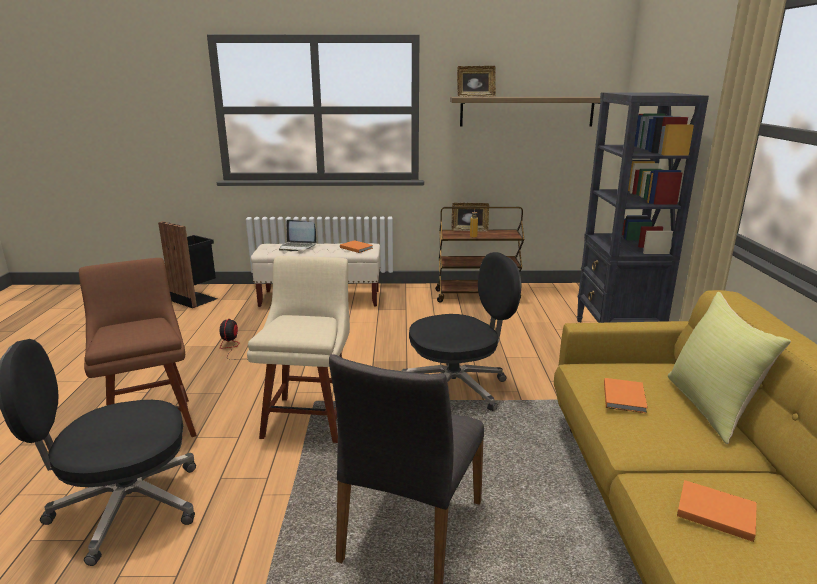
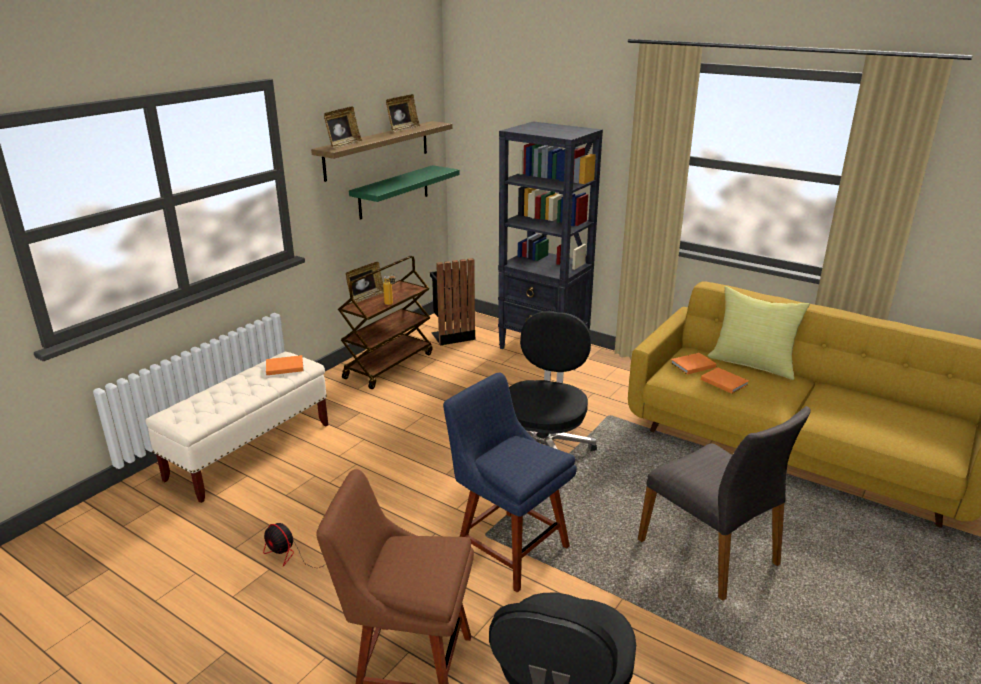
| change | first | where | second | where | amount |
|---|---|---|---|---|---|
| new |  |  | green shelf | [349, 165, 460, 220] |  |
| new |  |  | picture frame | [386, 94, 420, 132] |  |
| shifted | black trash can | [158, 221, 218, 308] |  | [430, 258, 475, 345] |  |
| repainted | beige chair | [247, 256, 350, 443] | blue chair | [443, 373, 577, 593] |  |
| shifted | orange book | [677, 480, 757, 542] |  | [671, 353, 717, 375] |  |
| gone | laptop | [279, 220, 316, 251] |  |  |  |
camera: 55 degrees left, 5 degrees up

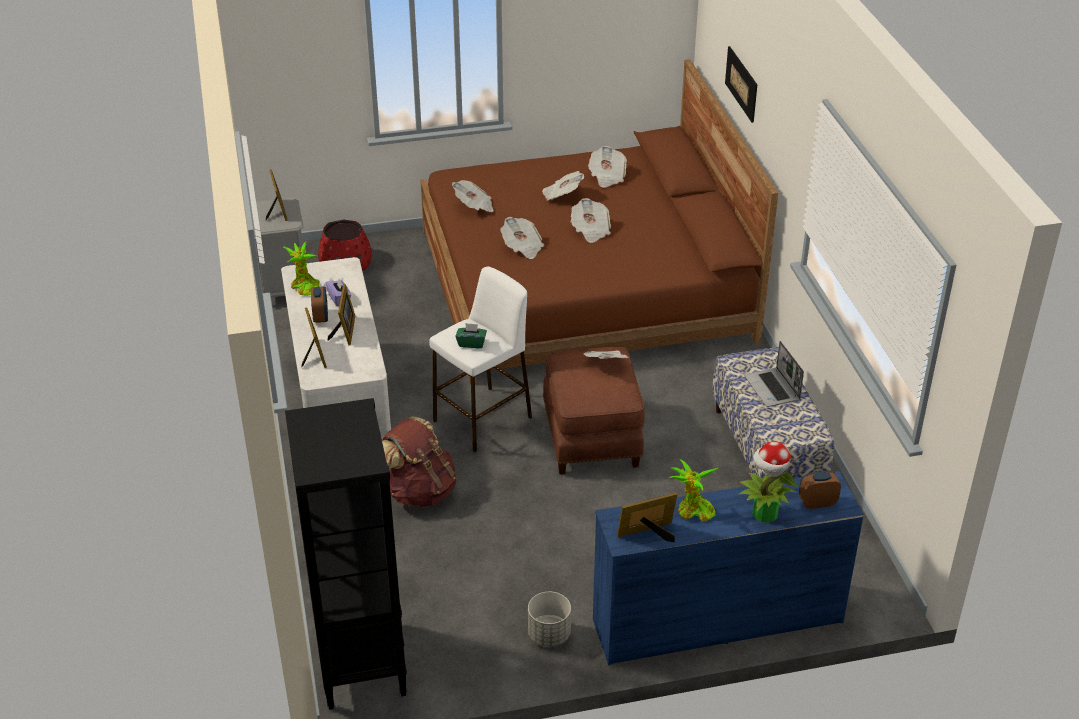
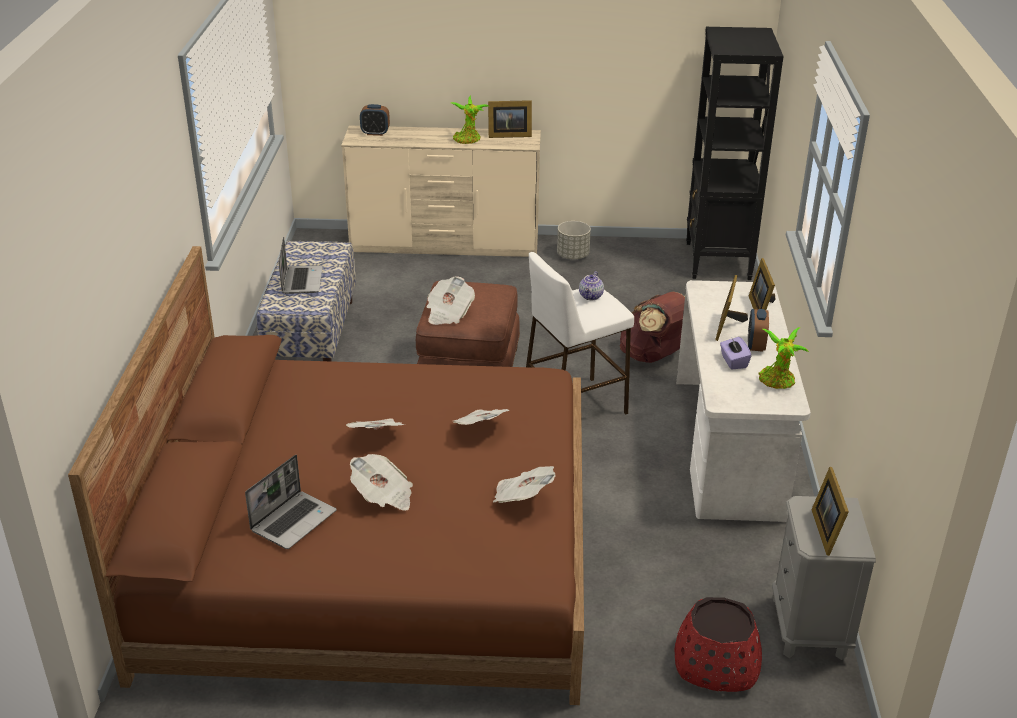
| change | first | where | second | where | amount |
|---|---|---|---|---|---|
| swapped | newspaper | [588, 146, 627, 188] | laptop | [245, 455, 337, 549] |  |
| repainted | blue dresser | [593, 471, 864, 665] | beige dresser | [341, 125, 541, 257] |  |
| swapped | green tissue box | [455, 323, 487, 348] | teapot | [579, 271, 604, 300] |  |
| gone | picture | [725, 46, 757, 123] |  |  |  |
| gone | potted plant | [739, 441, 797, 523] |  |  |  |
camera: 165 degrees left, 5 degrees down

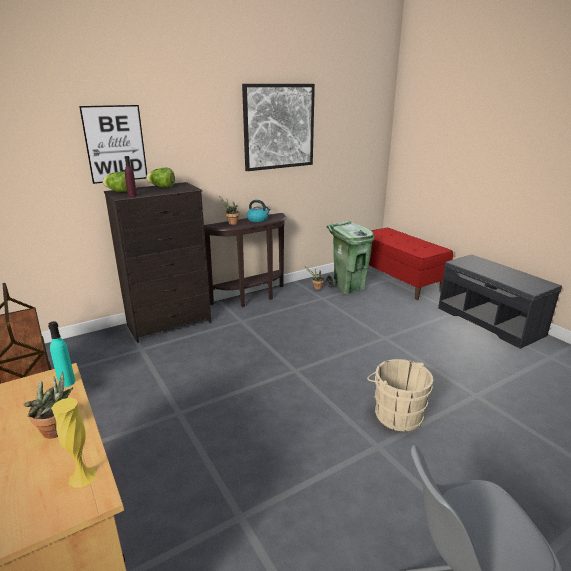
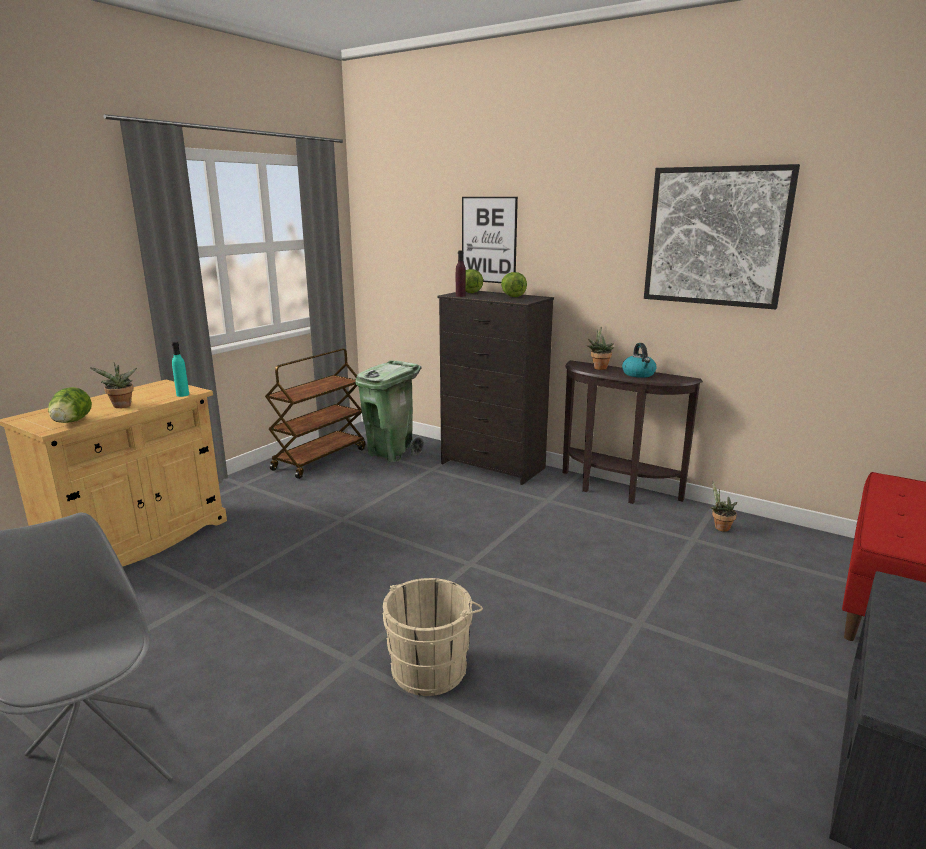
| change | first | where | second | where | amount |
|---|---|---|---|---|---|
| swapped | yellow vase | [51, 398, 96, 488] | lettuce | [48, 387, 92, 423] |  |
| shifted | green trash can | [326, 221, 375, 294] |  | [356, 360, 424, 462] |  |
camera: 65 degrees right, 5 degrees down

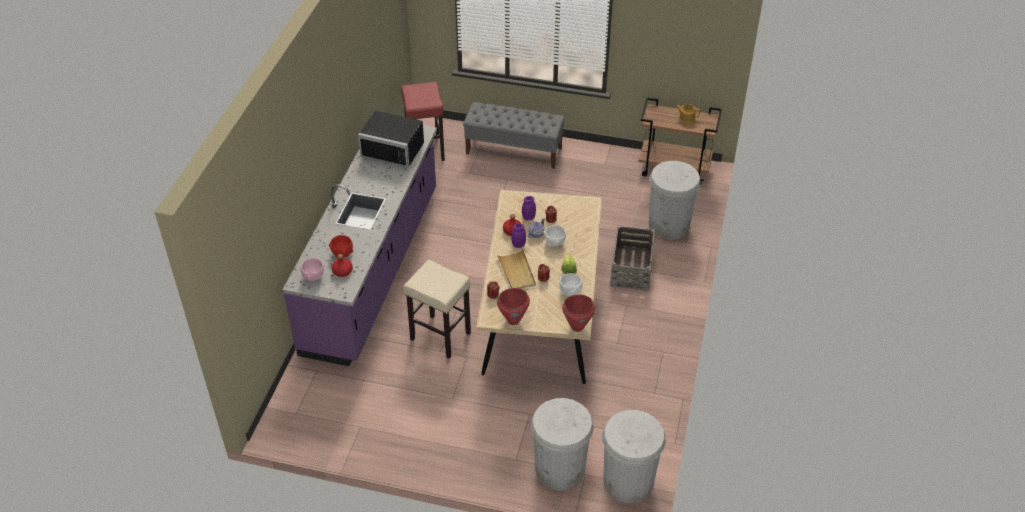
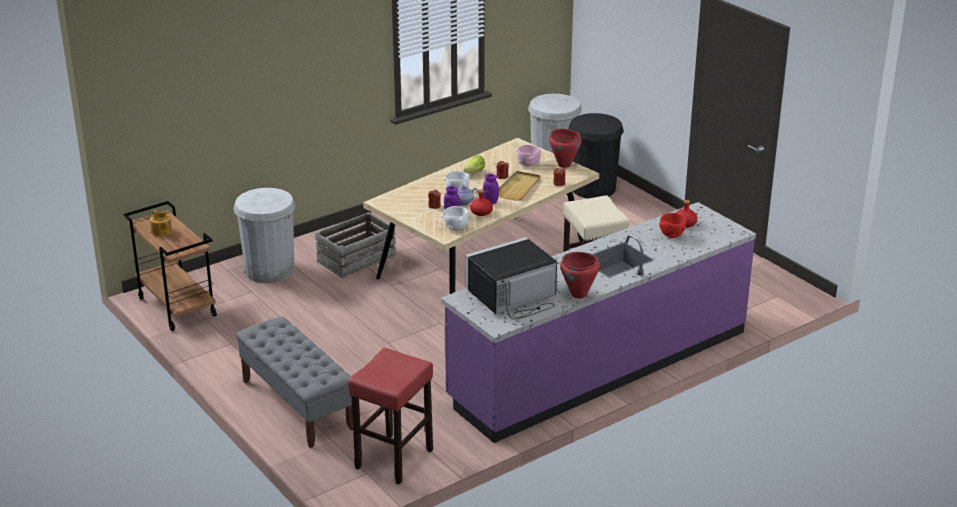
| change | first | where | second | where | amount |
|---|---|---|---|---|---|
| shifted | white bowl | [559, 273, 583, 296] |  | [442, 206, 469, 230] |  |
| rotated | black microwave | [358, 110, 424, 168] |  | [466, 237, 557, 319] | 90 degrees counterclockwise |
| shifted | pink bowl | [301, 258, 325, 281] |  | [517, 145, 541, 166] |  |
| shifted | red cooking pot | [562, 294, 595, 332] |  | [560, 252, 600, 299] |  |
| repainted | white trash can | [531, 398, 594, 491] | black trash can | [569, 113, 624, 198] |  |
camera: 140 degrees left, 15 degrees down

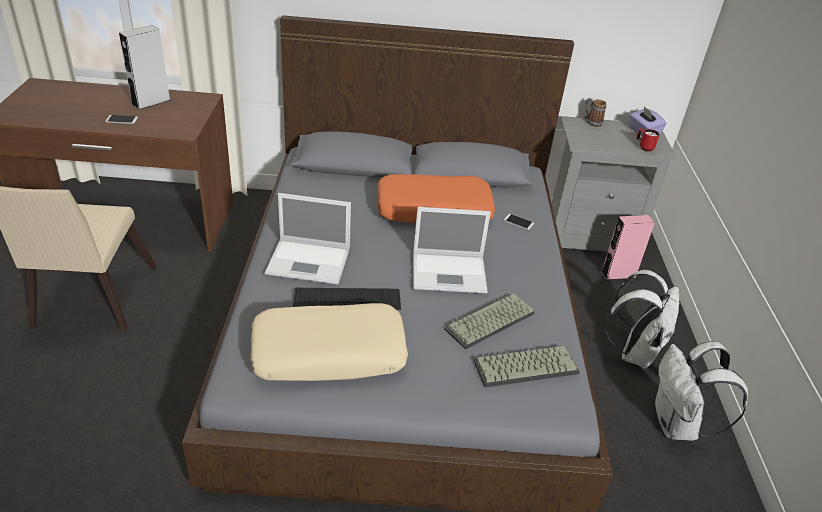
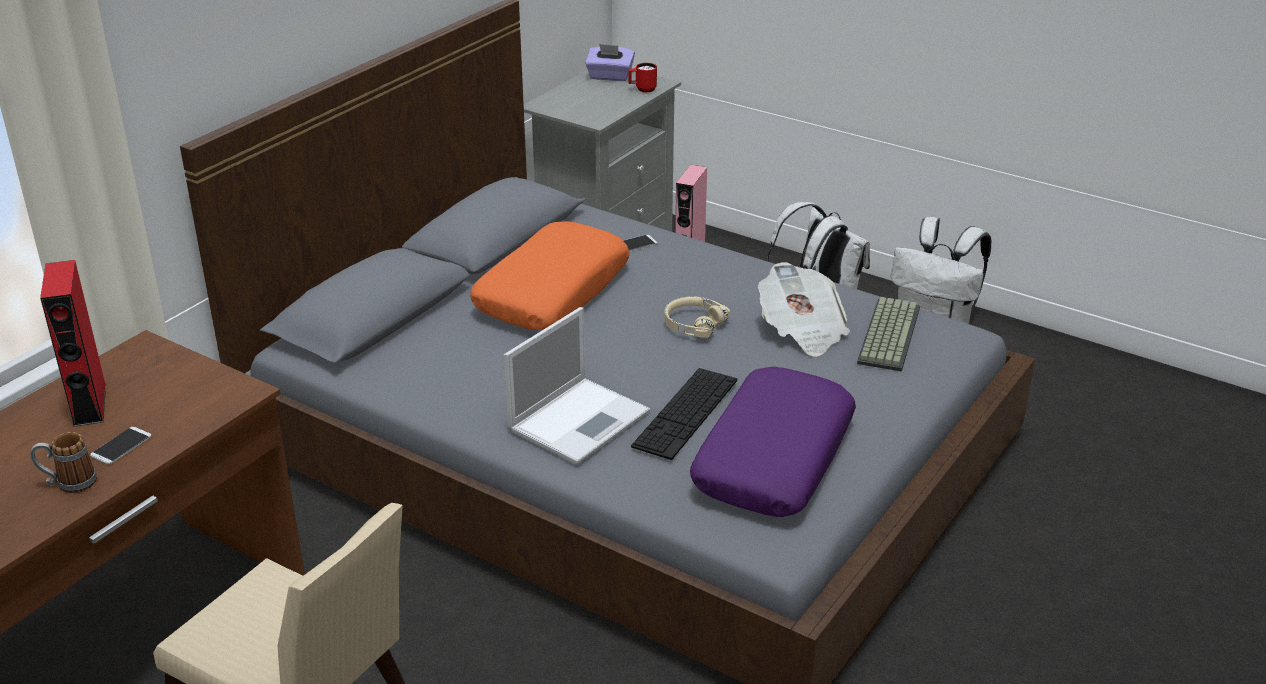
| change | first | where | second | where | amount |
|---|---|---|---|---|---|
| shifted | mug | [584, 98, 606, 127] |  | [30, 432, 97, 493] |  |
| repainted | grey speaker | [119, 25, 170, 110] | red speaker | [40, 260, 106, 427] |  |
| swapped | laptop | [413, 207, 491, 293] | beige headphones | [665, 296, 730, 338] |  |
| repainted | beige pillow | [250, 303, 408, 381] | purple pillow | [690, 367, 856, 517] |  |
| swapped | keyboard | [444, 294, 535, 349] | newspaper | [758, 262, 850, 357] |  |
camera: 55 degrees left, 5 degrees down

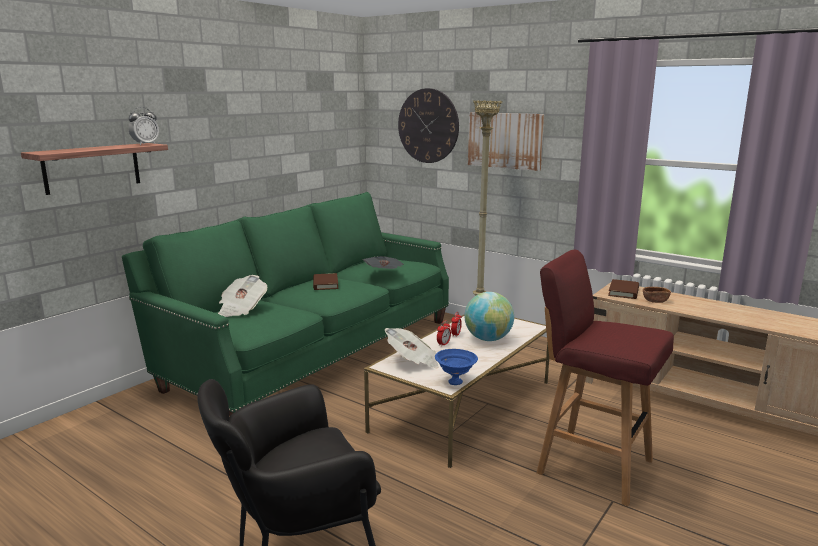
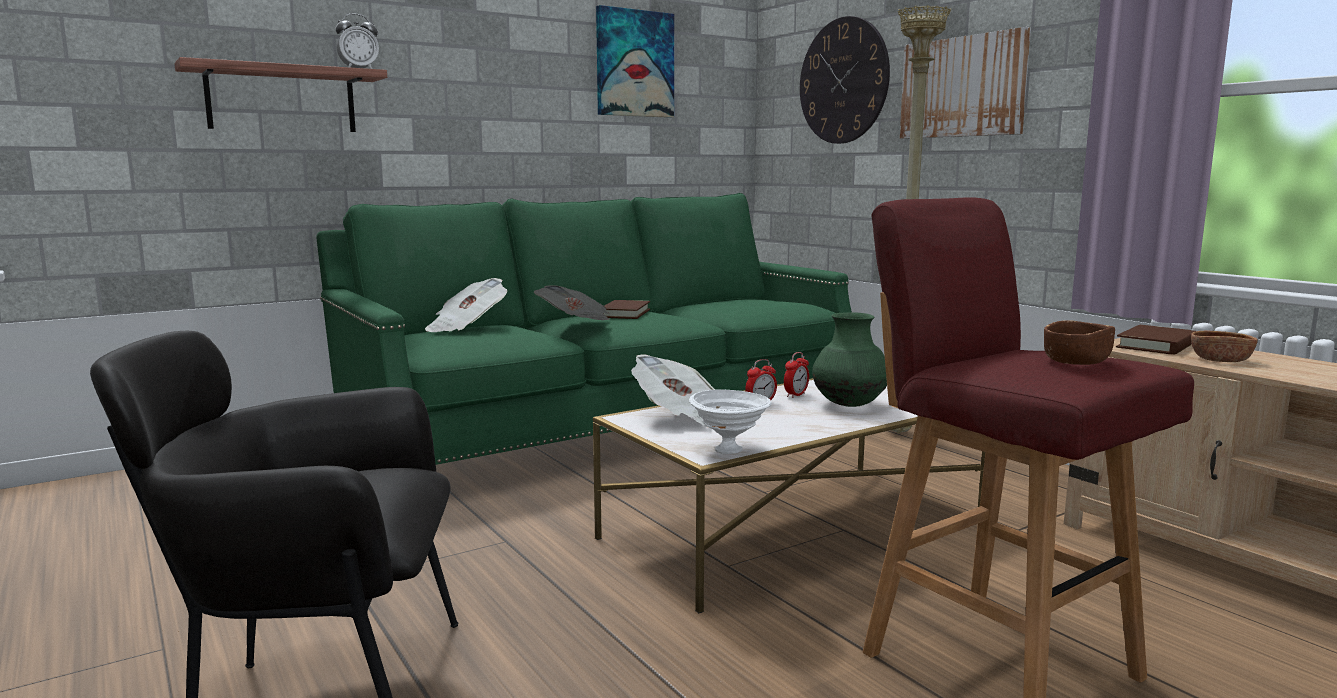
| change | first | where | second | where | amount |
|---|---|---|---|---|---|
| shifted | newspaper | [362, 256, 404, 269] |  | [534, 285, 610, 320] |  |
| new |  |  | picture | [596, 5, 674, 118] |  |
| repainted | blue bowl | [435, 349, 478, 385] | white bowl | [689, 389, 772, 454] |  |
| swapped | globe | [464, 292, 514, 341] | green vase | [812, 312, 887, 407] |  |
| new |  |  | brown bowl | [1044, 320, 1115, 365] |  |
camera: 20 degrees right, 5 degrees down

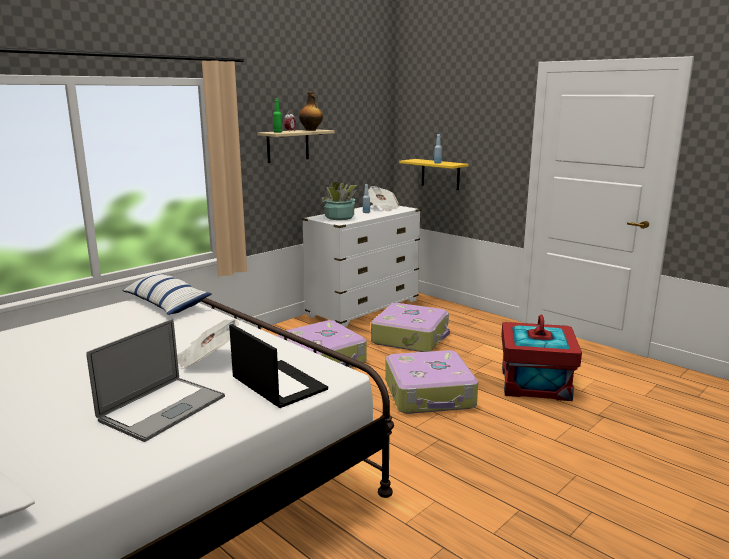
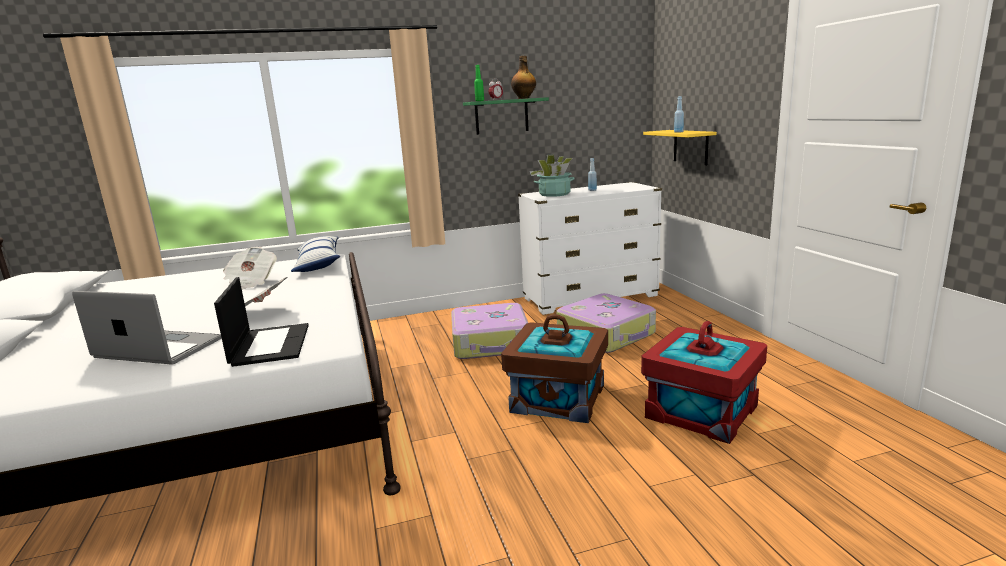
| change | first | where | second | where | amount |
|---|---|---|---|---|---|
| rotated | laptop | [86, 319, 225, 442] |  | [72, 291, 222, 365] | 135 degrees counterclockwise |
| shifted | newspaper | [368, 186, 400, 211] |  | [223, 247, 277, 290] |  |
| repainted | beige shelf | [257, 129, 335, 163] | green shelf | [463, 97, 549, 135] |  |
| swapped | suitcase | [385, 350, 478, 414] | brown storage box | [501, 314, 608, 423] |  |
camera: 30 degrees right, 0 degrees up

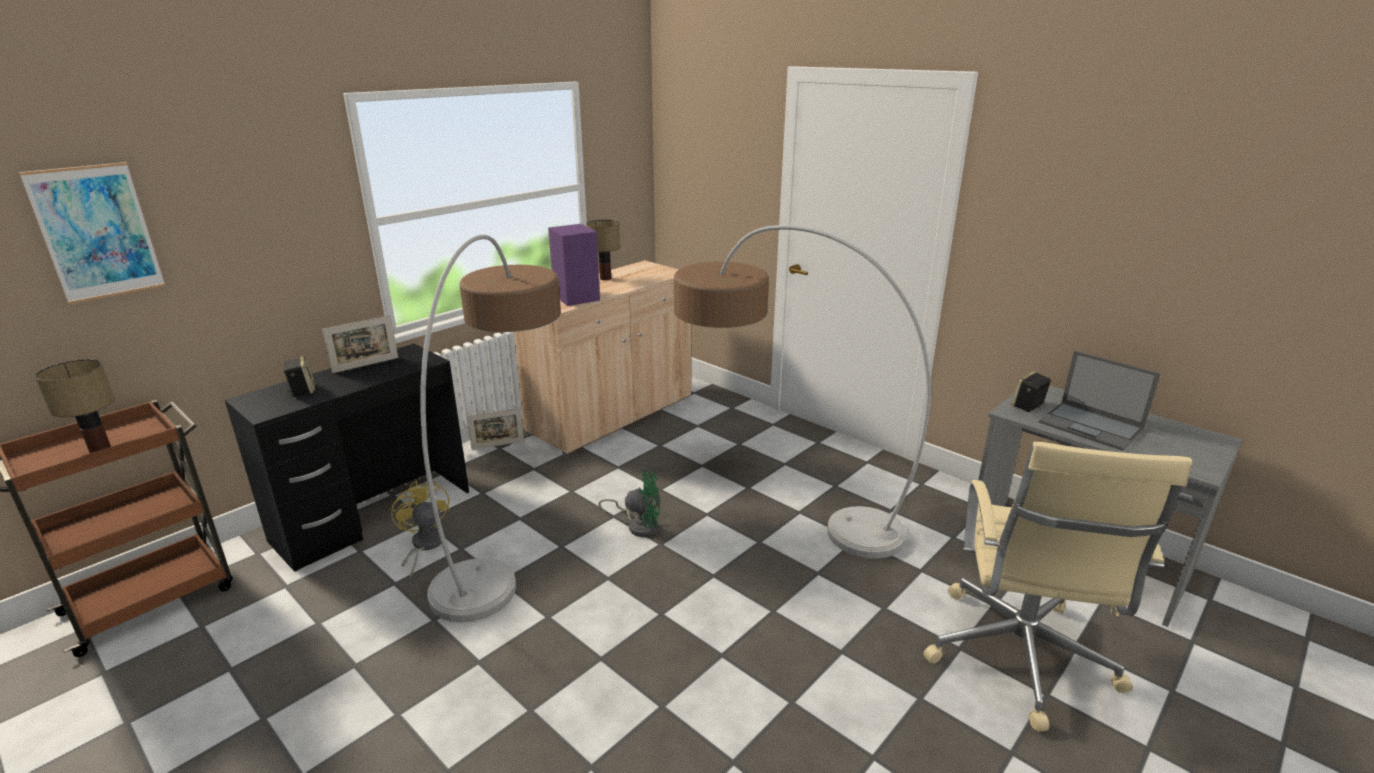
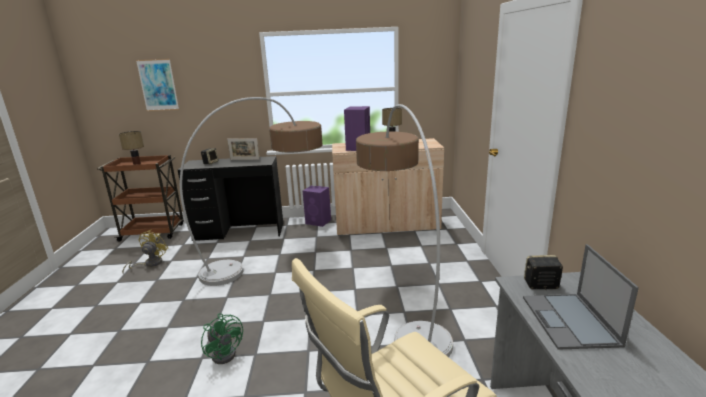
| change | first | where | second | where | amount |
|---|---|---|---|---|---|
| shifted | yellow fan | [391, 480, 450, 578] |  | [122, 229, 168, 275] |  |
| shifted | green fan | [598, 471, 660, 537] |  | [201, 313, 243, 364] |  |
| swapped | picture frame | [467, 408, 525, 450] | purple speaker | [303, 185, 331, 227] |  |
camera: 45 degrees right, 5 degrees down

